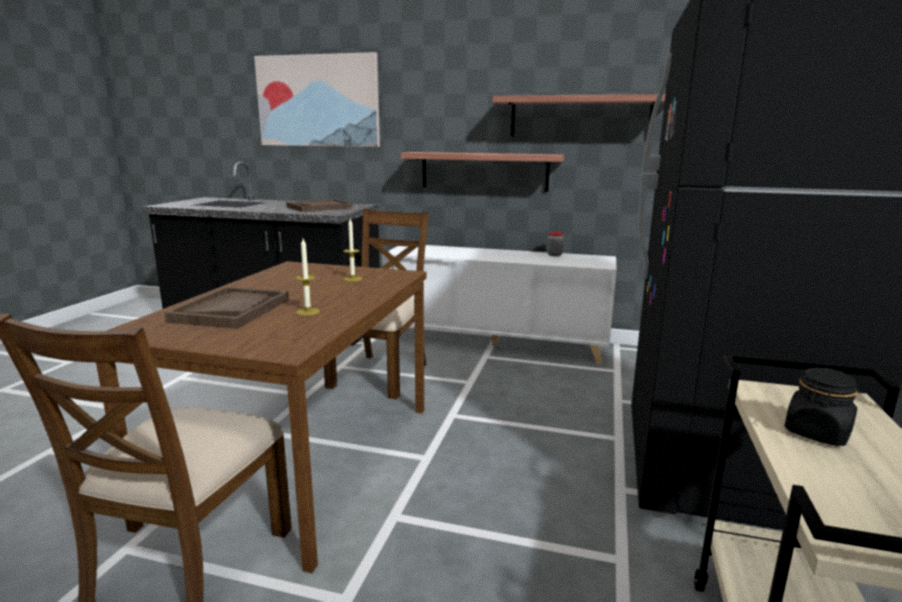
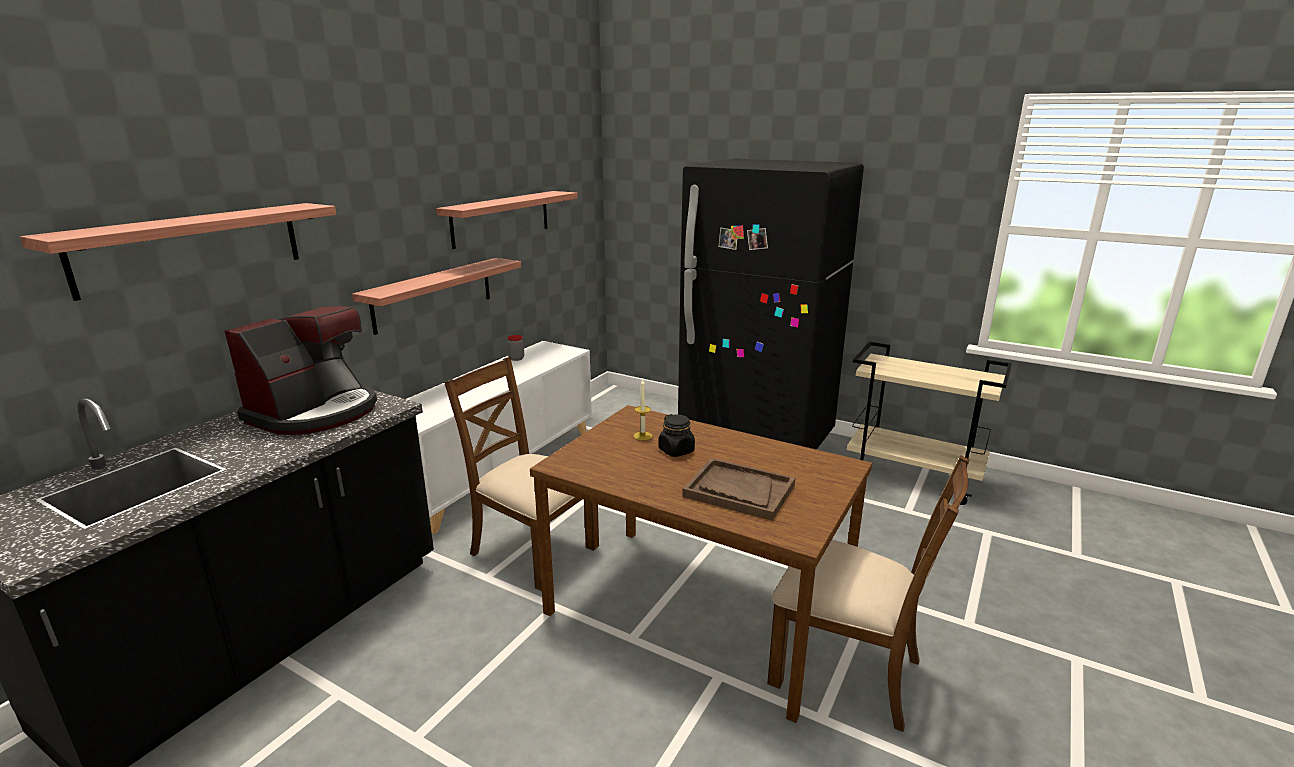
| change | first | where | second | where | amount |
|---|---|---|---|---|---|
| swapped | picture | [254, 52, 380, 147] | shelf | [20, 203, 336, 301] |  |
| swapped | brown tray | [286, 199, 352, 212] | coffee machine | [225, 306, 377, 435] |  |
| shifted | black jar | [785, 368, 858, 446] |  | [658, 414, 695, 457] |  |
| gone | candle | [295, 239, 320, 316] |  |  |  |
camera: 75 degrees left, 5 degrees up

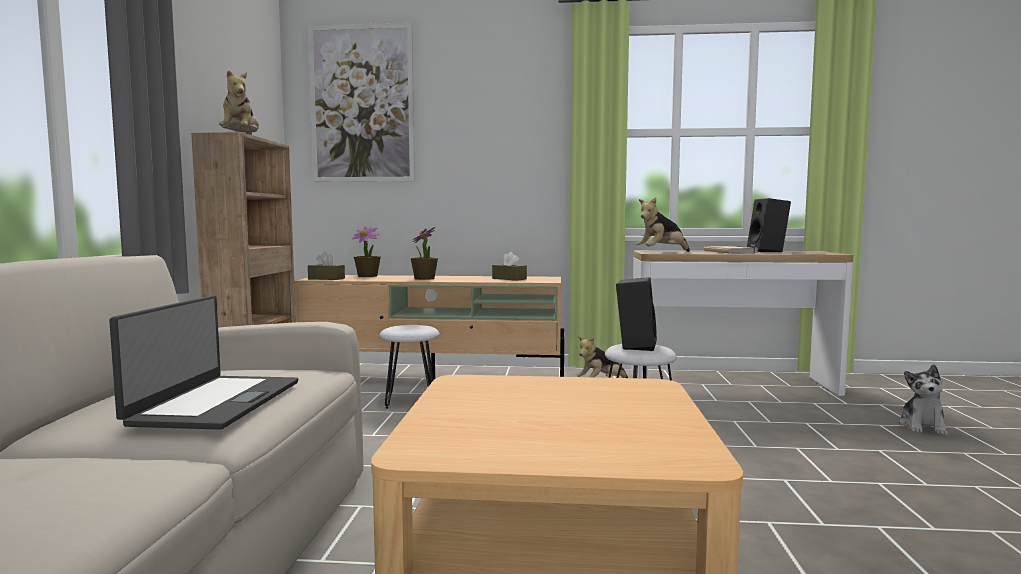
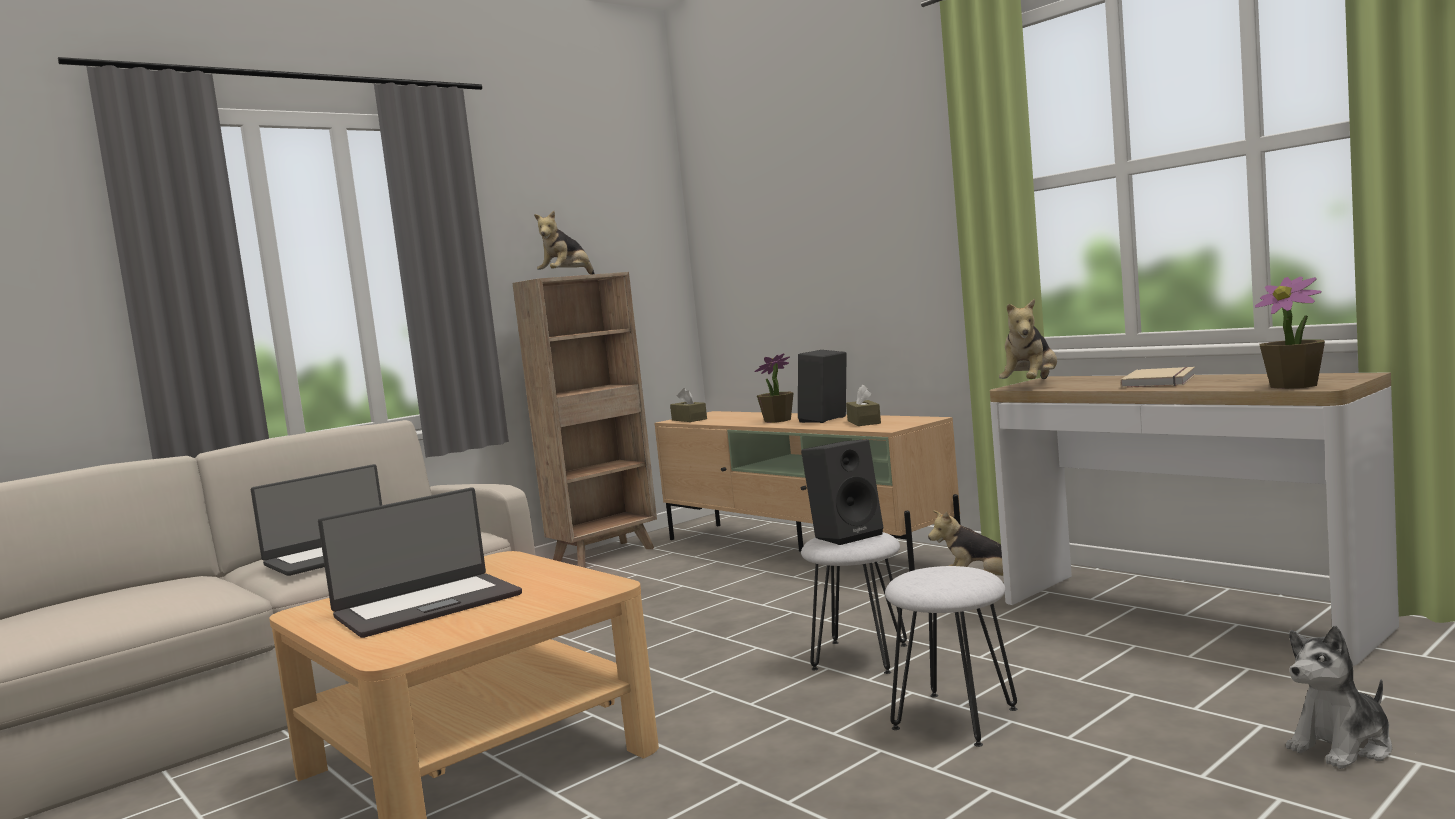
| change | first | where | second | where | amount |
|---|---|---|---|---|---|
| new |  |  | laptop | [318, 487, 522, 638] |  |
| shifted | black speaker | [747, 198, 791, 252] |  | [798, 350, 847, 423] |  |
| shifted | white stool | [379, 325, 440, 409] |  | [885, 566, 1017, 747] |  |
| rotated | plush toy | [636, 197, 690, 252] |  | [999, 299, 1057, 379] | 75 degrees counterclockwise |
| shifted | potted plant | [352, 227, 381, 277] |  | [1255, 277, 1325, 389] |  |
| gone | picture | [308, 23, 415, 182] |  |  |  |
camera: 45 degrees right, 0 degrees up

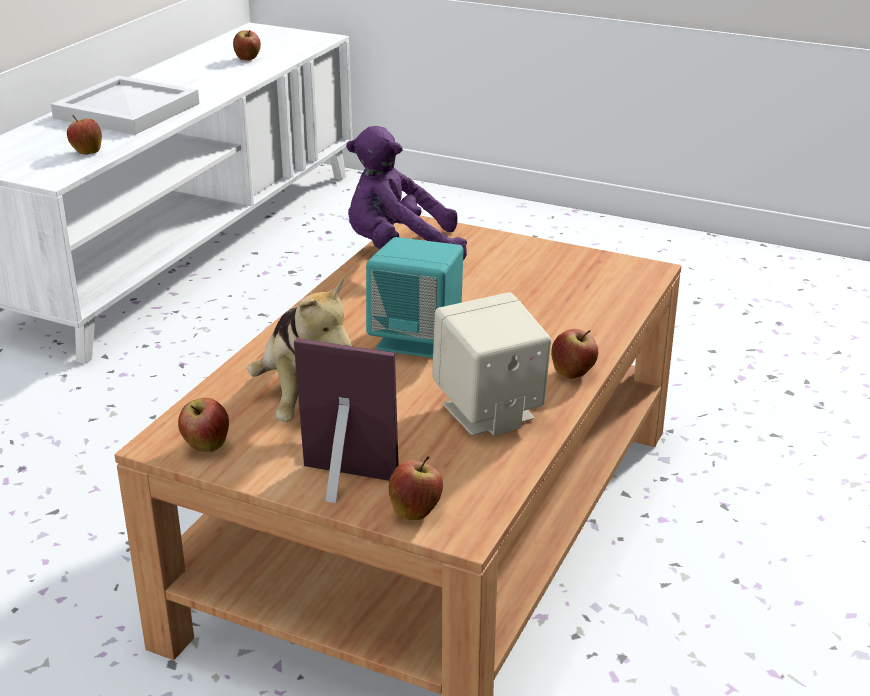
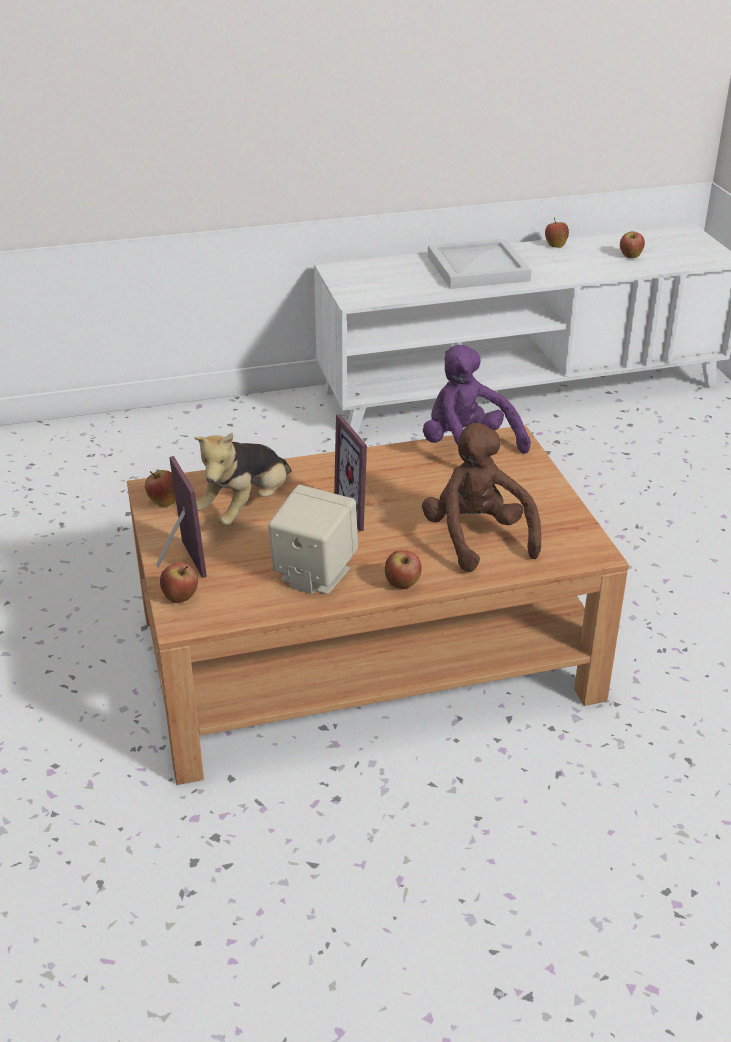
| change | first | where | second | where | amount |
|---|---|---|---|---|---|
| swapped | turquoise speaker | [366, 237, 464, 358] | picture frame | [334, 414, 383, 531] |  |
| new |  |  | brown plush toy | [422, 423, 541, 572] |  |
| shifted | apple | [67, 115, 102, 155] |  | [545, 217, 569, 248] |  |
camera: 50 degrees right, 5 degrees up

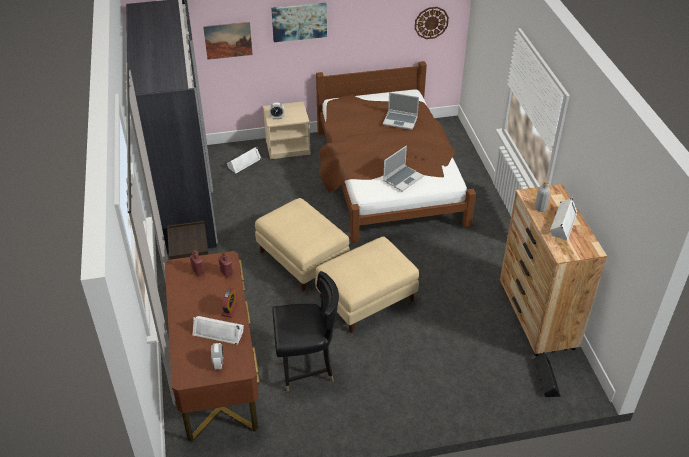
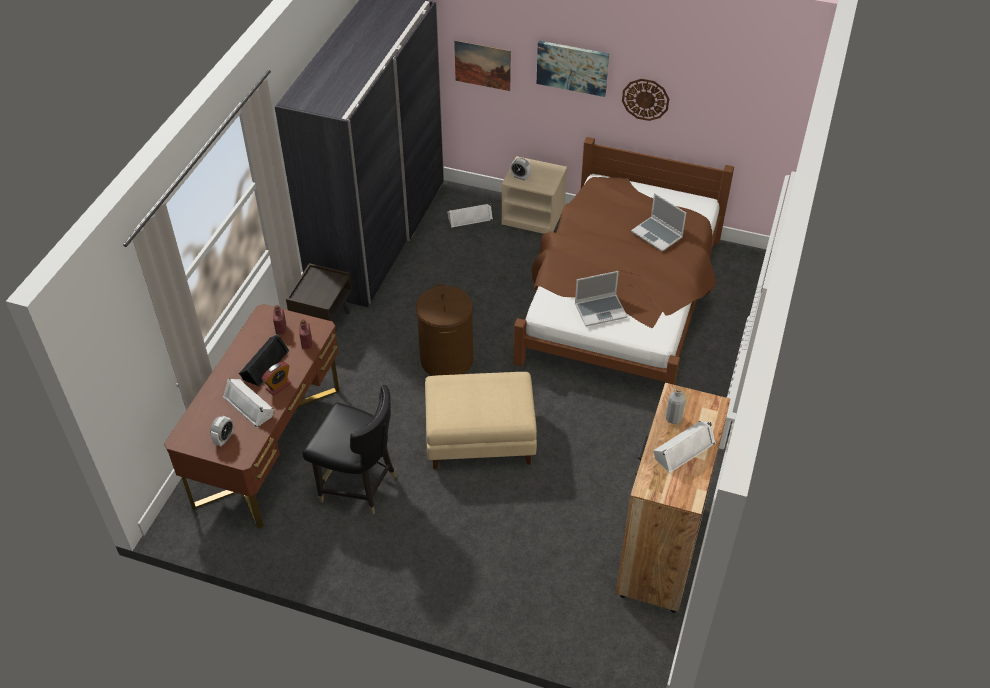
| change | first | where | second | where | amount |
|---|---|---|---|---|---|
| shifted | black speaker | [533, 352, 561, 397] |  | [239, 334, 290, 387] |  |
| swapped | beige ottoman | [255, 198, 350, 292] | brown laundry basket | [416, 284, 473, 376] |  |
| shifted | wall clock | [415, 7, 449, 39] |  | [622, 79, 669, 121] |  |
camera: 30 degrees right, 5 degrees up

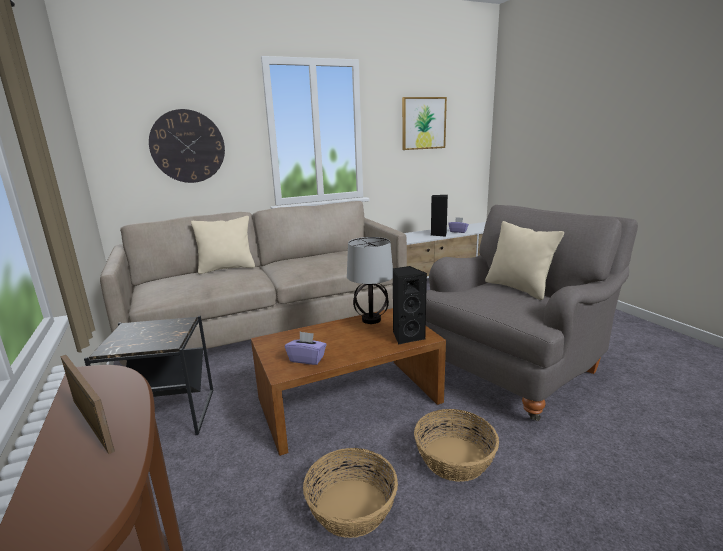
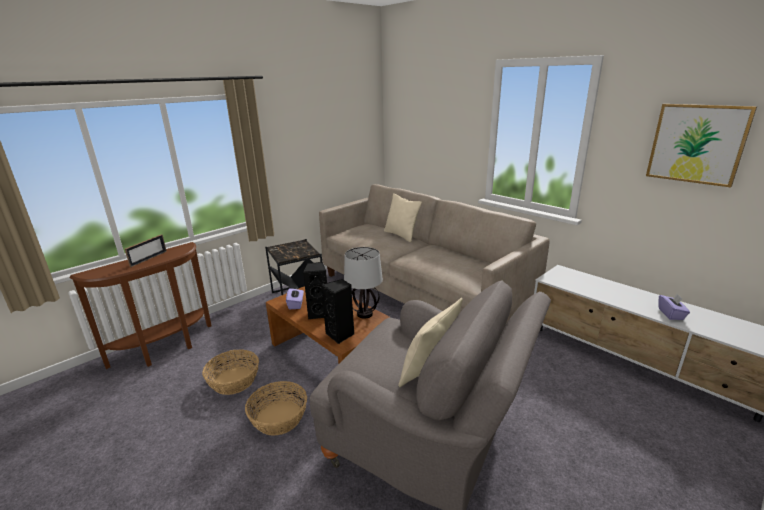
| change | first | where | second | where | amount |
|---|---|---|---|---|---|
| shifted | black speaker | [431, 195, 448, 236] |  | [303, 262, 327, 319] |  |
| gone | wall clock | [149, 109, 225, 183] |  |  |  |
camera: 70 degrees right, 5 degrees up

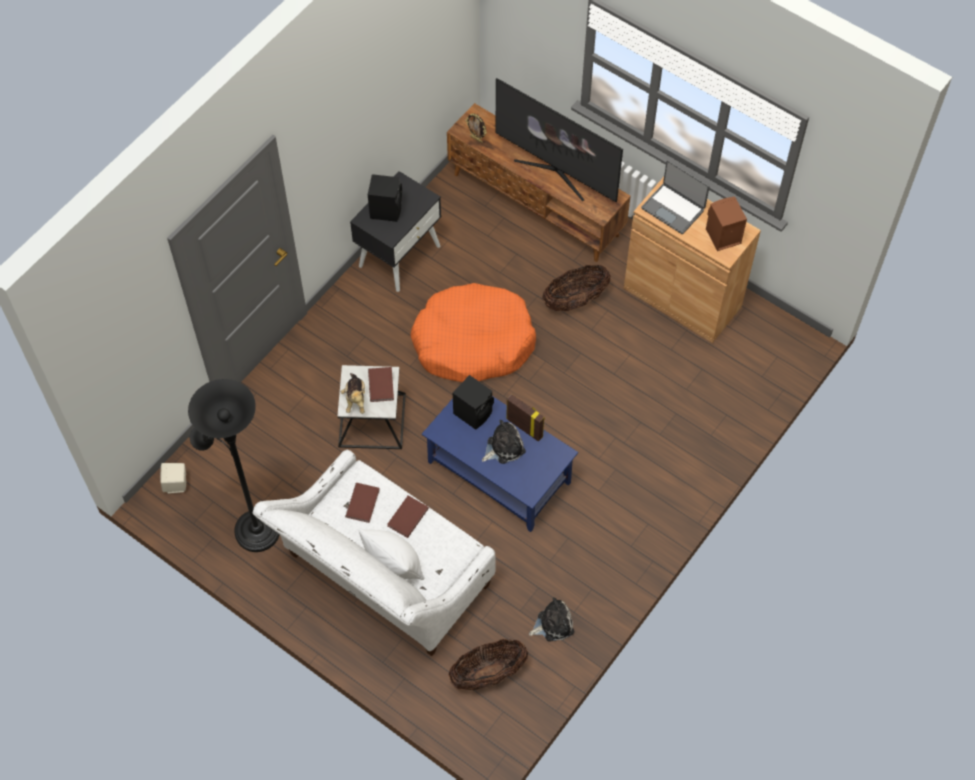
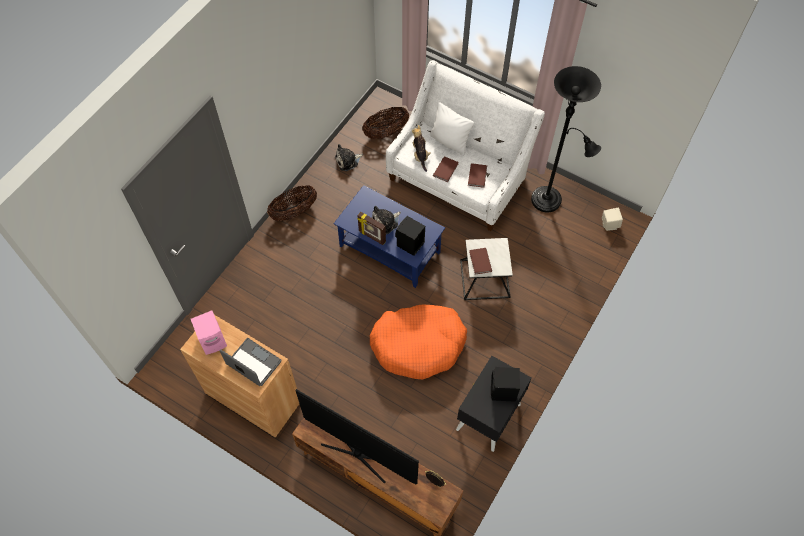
| change | first | where | second | where | amount |
|---|---|---|---|---|---|
| repainted | brown speaker | [706, 197, 747, 251] | pink speaker | [191, 311, 227, 355] |  |
| shifted | basket | [543, 265, 611, 311] |  | [267, 185, 317, 221] |  |
| shifted | plush toy | [341, 373, 365, 414] |  | [412, 125, 431, 172] |  |
camera: 175 degrees right, 0 degrees up

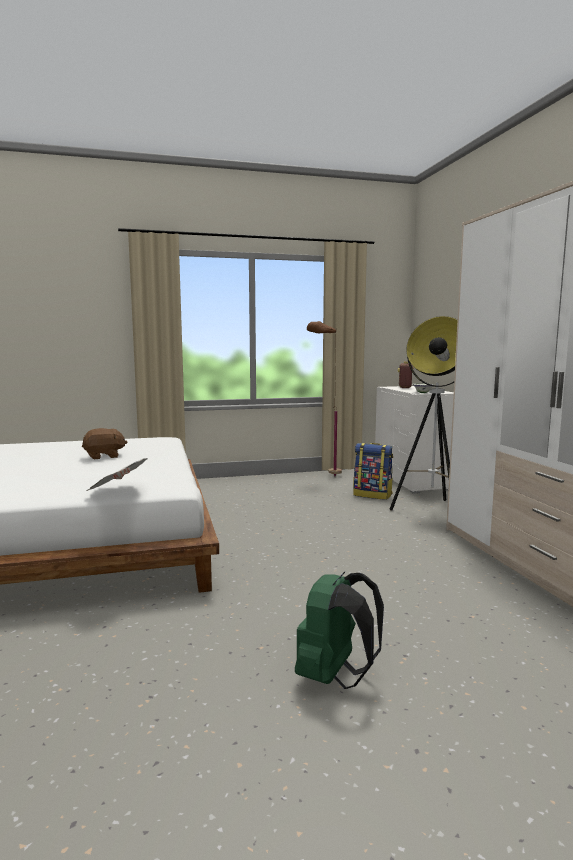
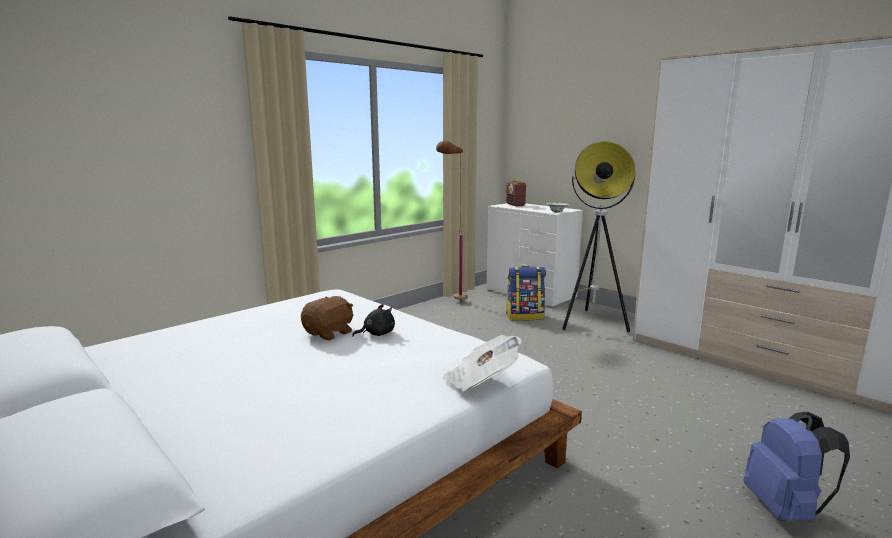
| change | first | where | second | where | amount |
|---|---|---|---|---|---|
| new |  |  | black plush toy | [352, 304, 395, 336] |  |
| repainted | green backpack | [295, 572, 384, 689] | blue backpack | [744, 412, 850, 521] |  |
camera: 30 degrees left, 5 degrees up

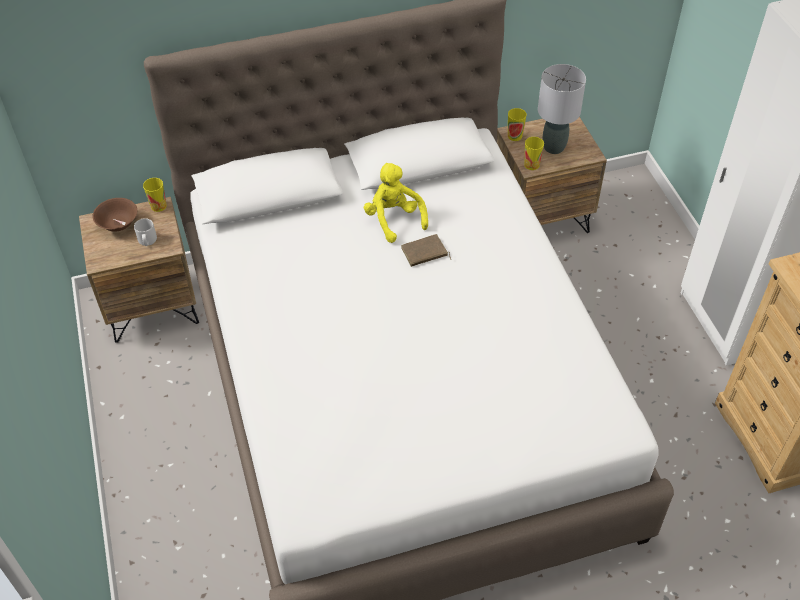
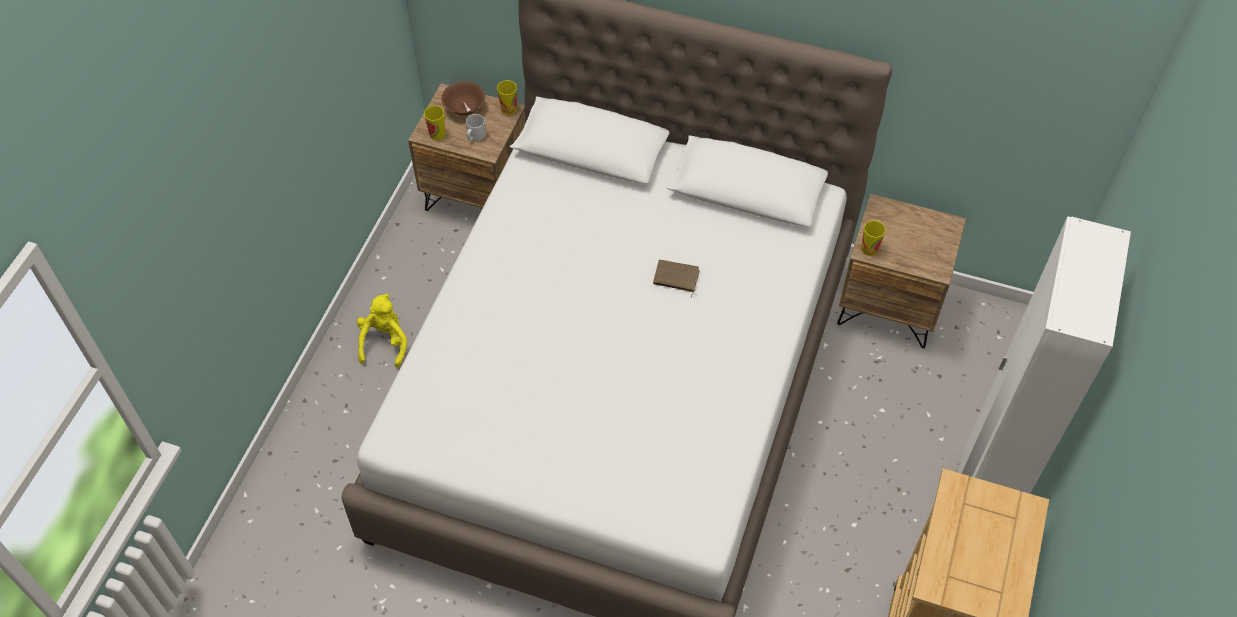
| change | first | where | second | where | amount |
|---|---|---|---|---|---|
| shifted | yellow plush toy | [364, 163, 428, 243] |  | [357, 294, 407, 368] |  |
| shifted | cup | [508, 108, 527, 141] |  | [424, 106, 445, 140] |  |
| gone | grey table lamp | [538, 64, 586, 154] |  |  |  |
camera: 35 degrees right, 5 degrees up

